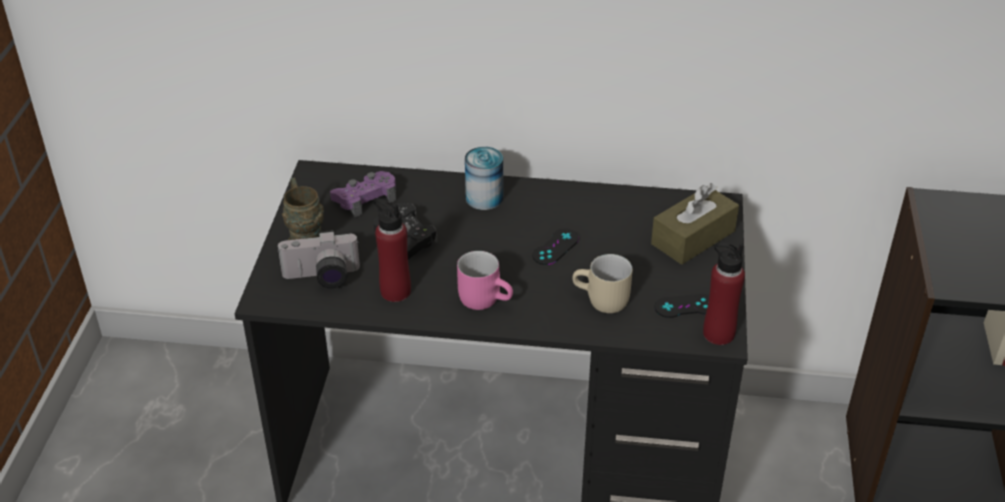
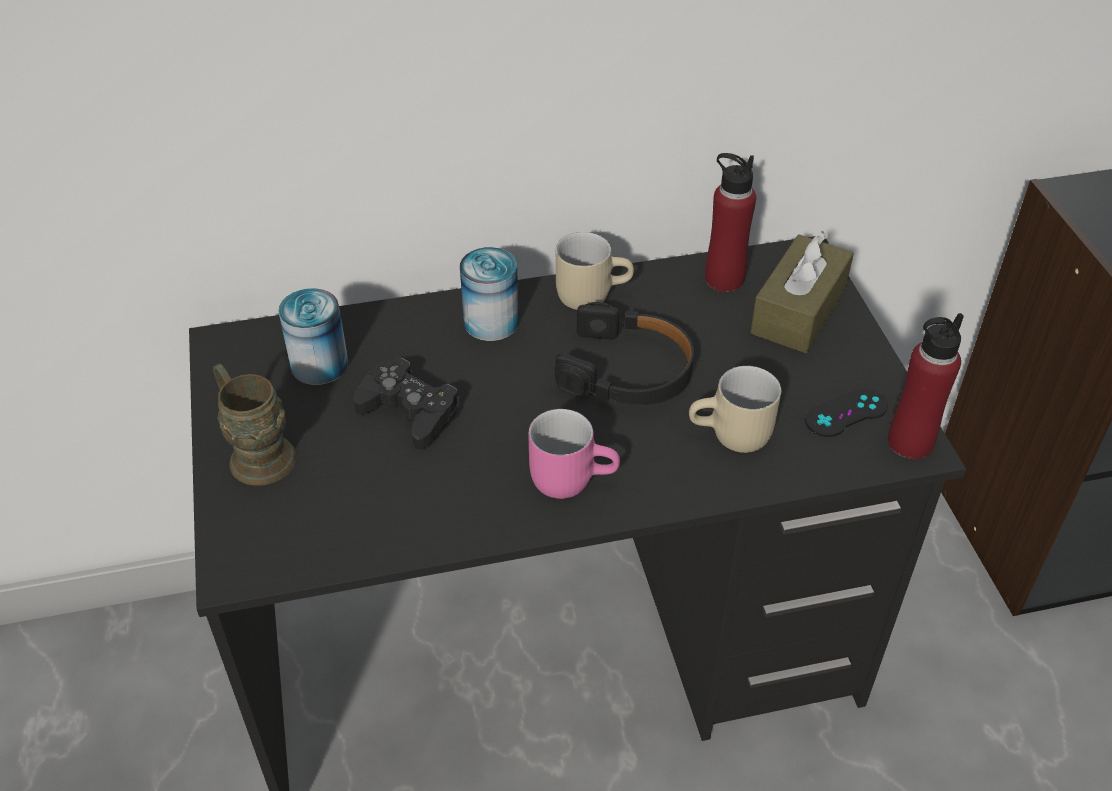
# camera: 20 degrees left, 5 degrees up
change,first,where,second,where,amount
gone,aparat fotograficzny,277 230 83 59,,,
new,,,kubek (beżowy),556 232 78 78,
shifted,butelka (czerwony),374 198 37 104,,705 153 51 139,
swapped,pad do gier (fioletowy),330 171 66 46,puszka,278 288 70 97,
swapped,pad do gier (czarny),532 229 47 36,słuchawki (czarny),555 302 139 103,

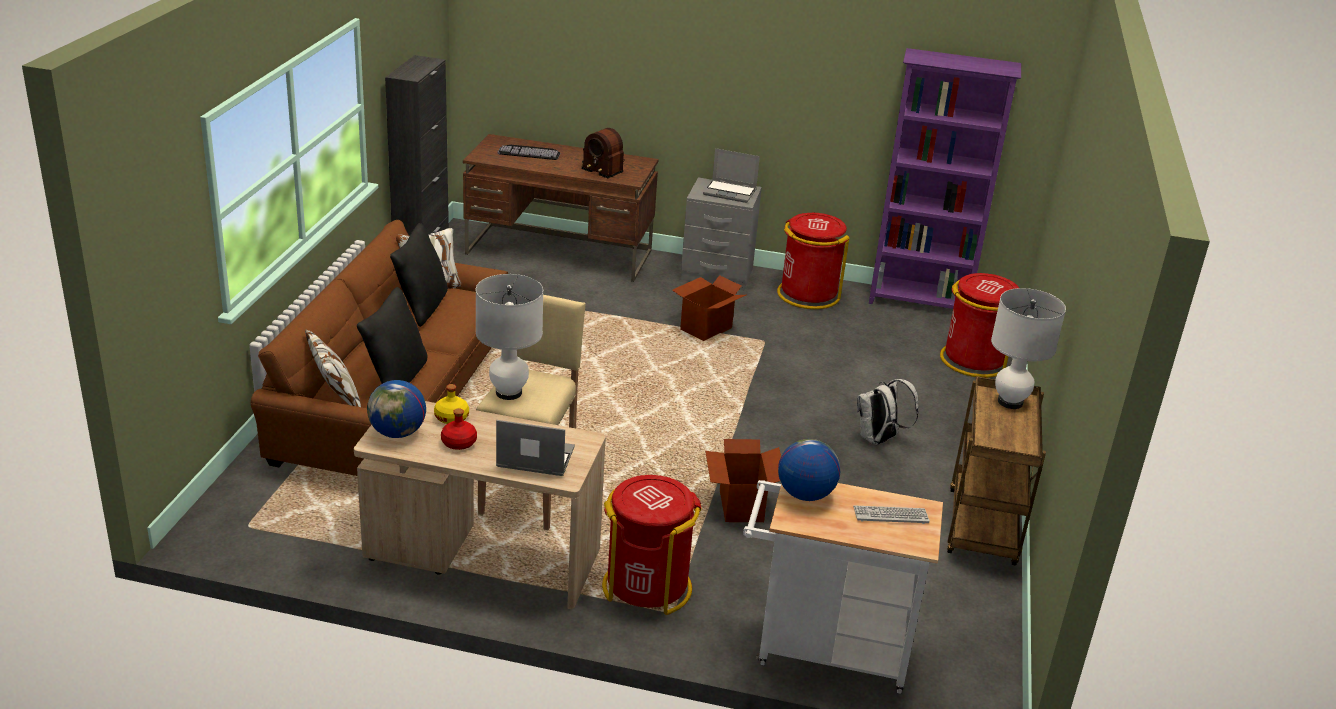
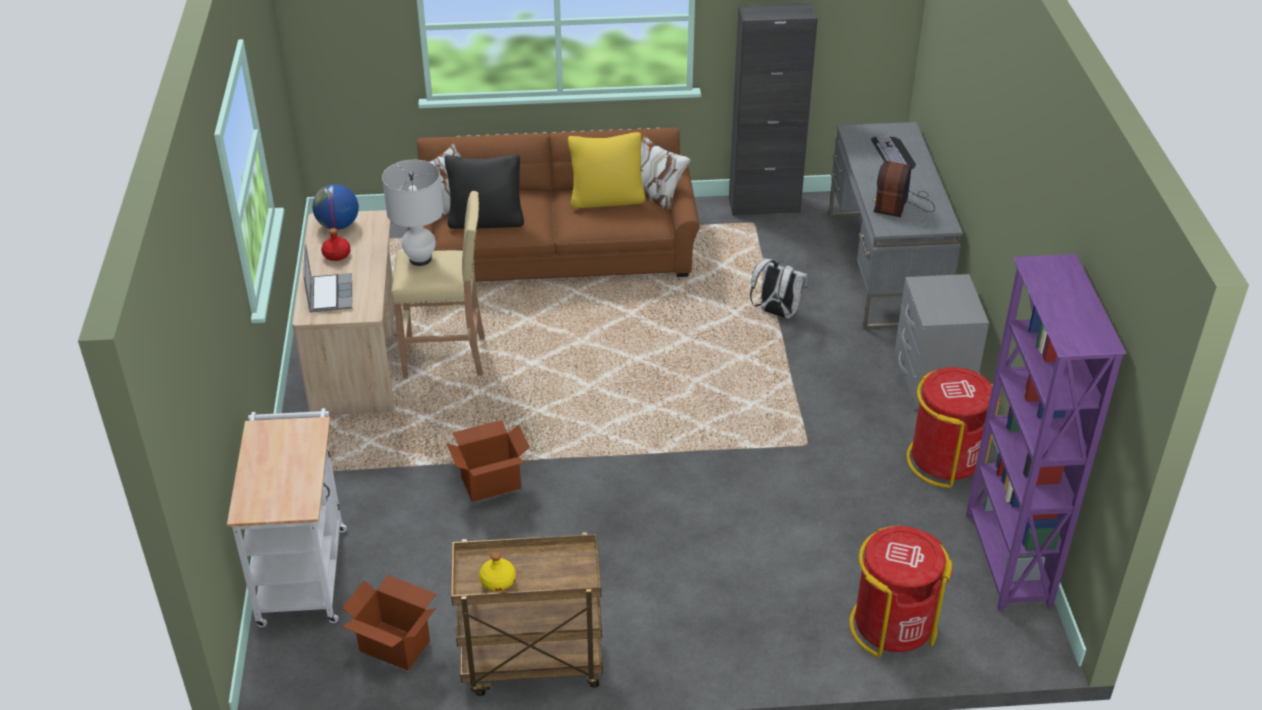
# camera: 75 degrees right, 10 degrees up
change,first,where,second,where,amount
gone,kosz na śmieci (czerwony),602 475 100 140,,,
gone,laptop,703 148 57 55,,,
gone,globus,778 439 62 62,,,
gone,klawiatura,853 506 77 18,,,
gone,lampa stołowa (biały),991 288 75 121,,,
shifted,butelka (żółty),434 384 35 40,,479 551 37 40,
shifted,karton,672 275 74 66,,342 575 94 96,
shifted,plecak (biały),857 379 62 66,,750 258 58 61,
repainted,poduszka (czarny),390 223 58 104,poduszka (żółty),568 132 77 77,
repainted,biurko (brązowy),463 134 196 148,biurko (szary),828 122 135 207,

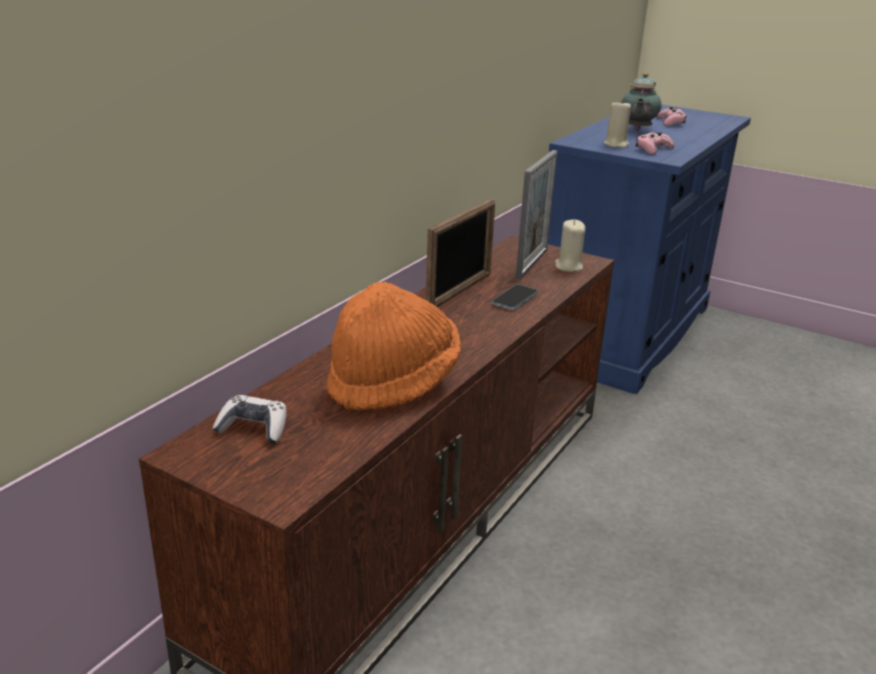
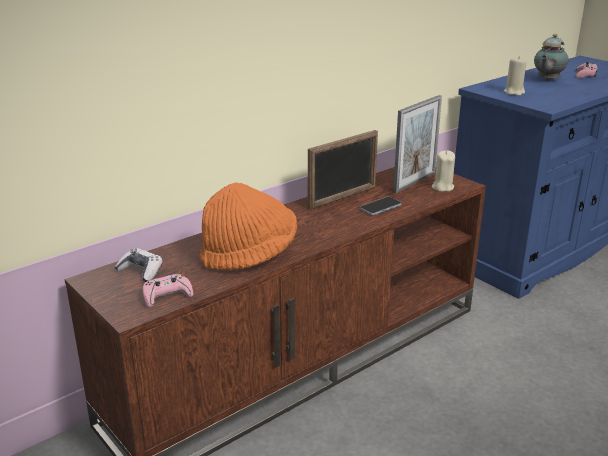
# camera: 20 degrees right, 0 degrees up
change,first,where,second,where,amount
shifted,pad do gier (różowy),635 132 39 22,,143 274 50 34,

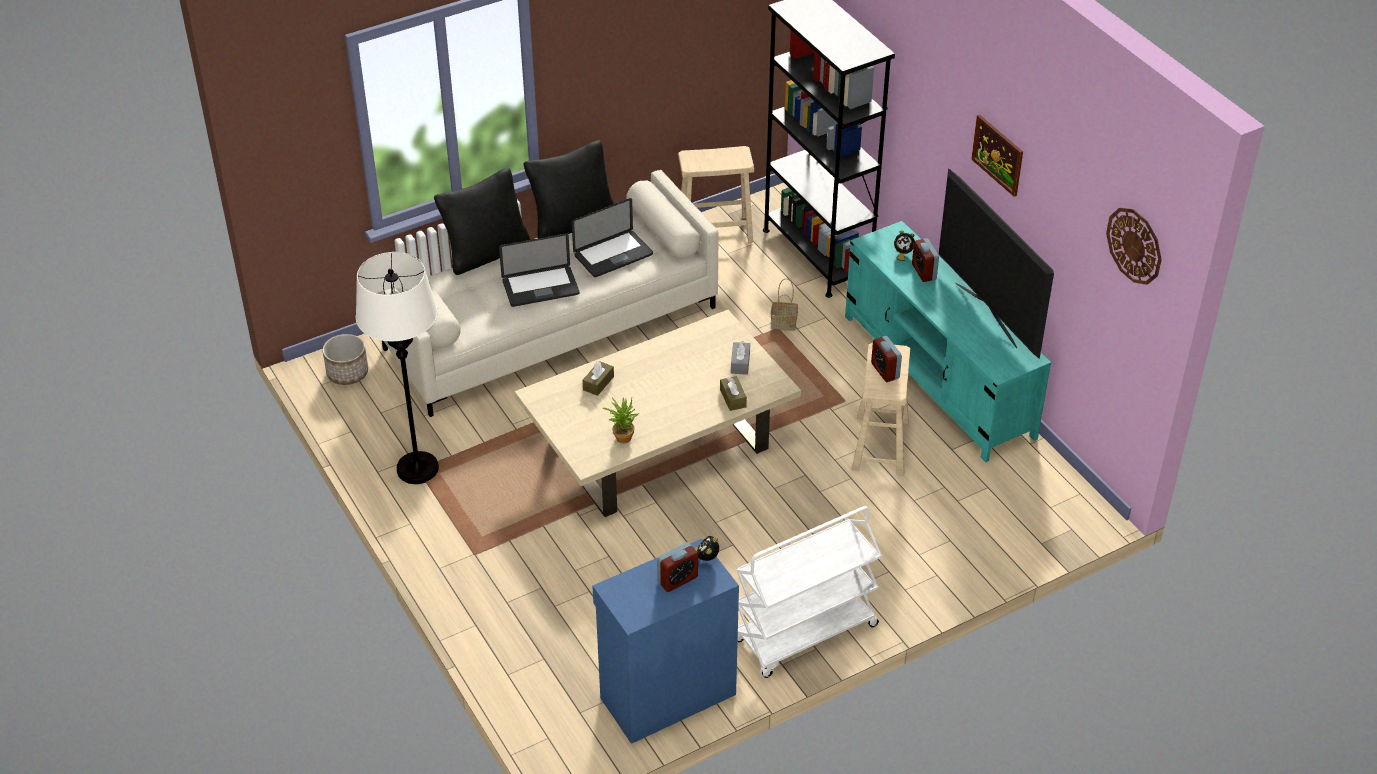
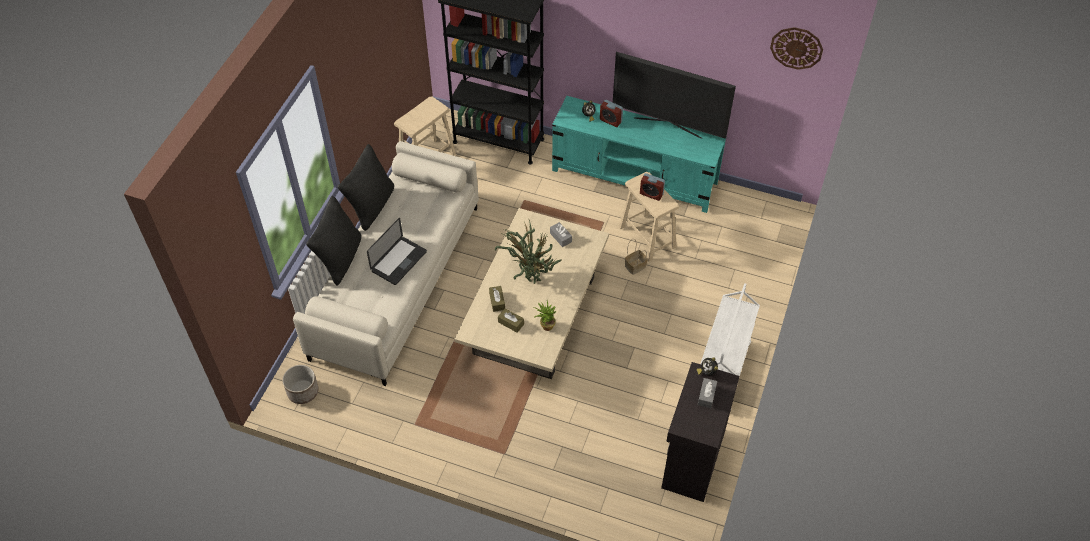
# camera: 40 degrees left, 10 degrees up
change,first,where,second,where,amount
gone,lampa stojąca (biały),356 252 83 232,,,
gone,laptop,572 198 81 79,,,
gone,obraz,971 114 52 83,,,
new,,,roślina doniczkowa,495 218 66 66,
shifted,pudełko chusteczek (brązowy),720 376 27 35,,498 308 26 25,
shifted,koszyk,771 278 27 53,,625 239 23 36,
swapped,budzik,657 542 41 50,pudełko chusteczek (szary),698 378 19 30,
repainted,szafka (niebieski),592 539 147 205,szafka (czarny),661 362 78 140,

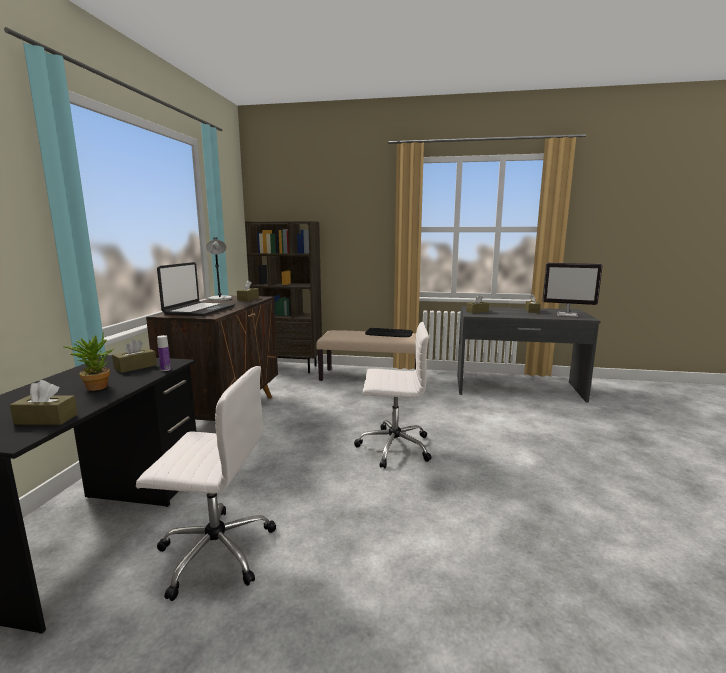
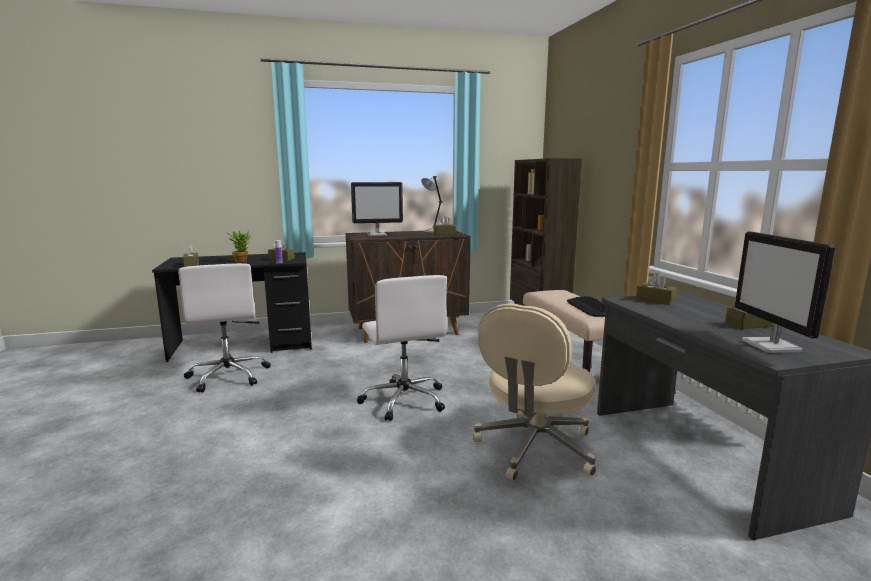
# camera: 65 degrees right, 0 degrees up
change,first,where,second,where,amount
new,,,krzesło biurowe (beżowy),473 303 123 178,
swapped,laptop,157 262 78 54,monitor,351 182 52 54,

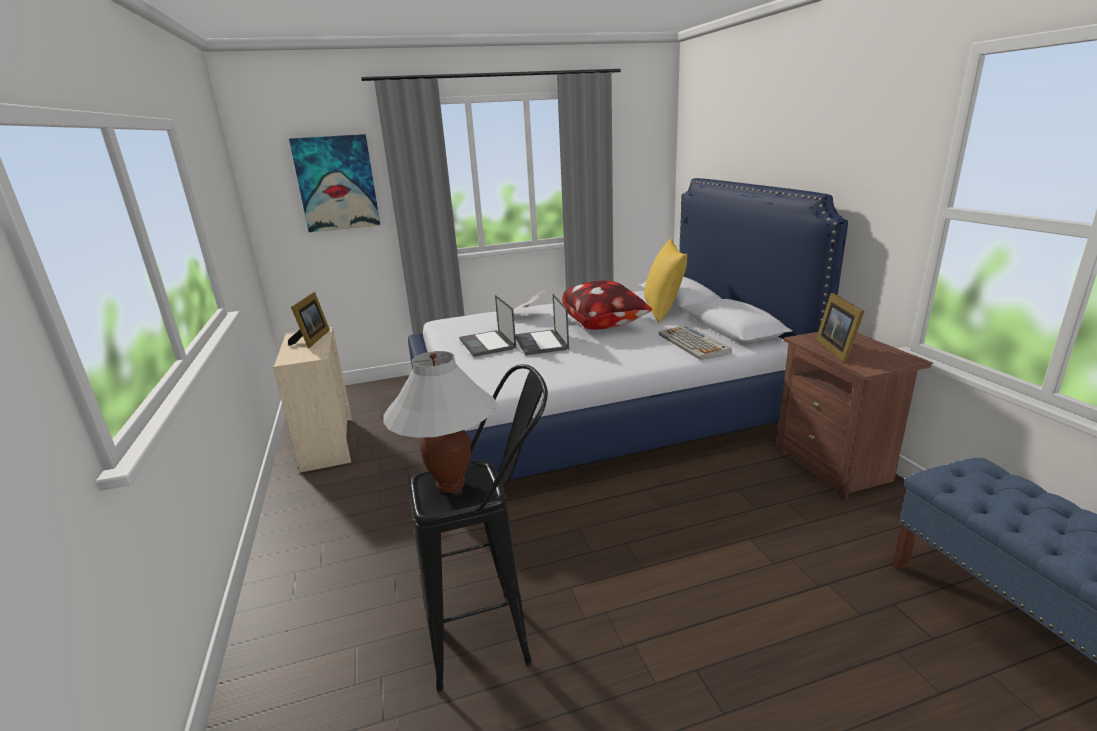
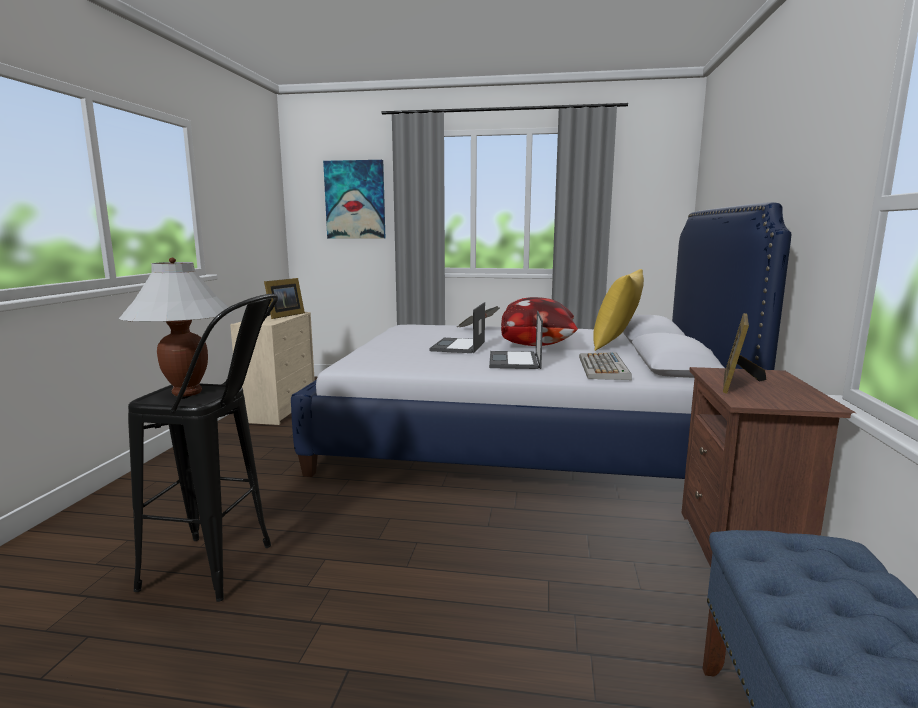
# camera: 25 degrees right, 10 degrees down
change,first,where,second,where,amount
shifted,laptop,459 295 57 62,,489 311 54 58,

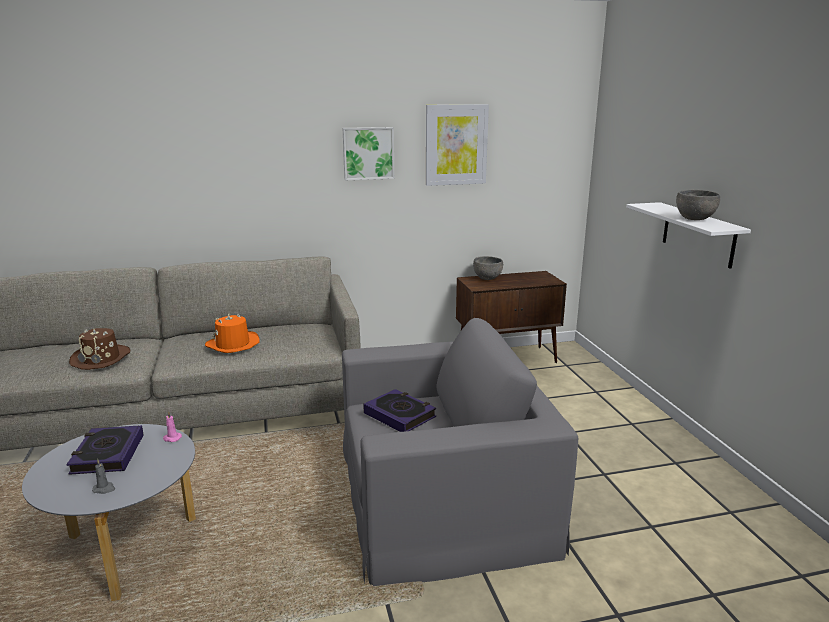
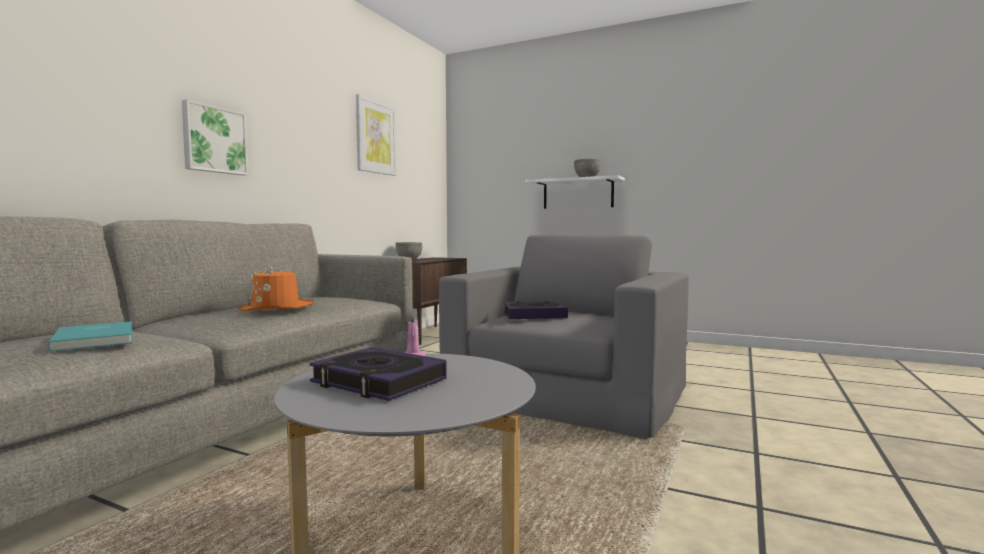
# camera: 50 degrees left, 15 degrees down
change,first,where,second,where,amount
gone,świeca (szary),92 459 23 35,,,
shifted,obraz,343 127 51 53,,182 99 67 77,
swapped,kapelusz (brązowy),69 328 62 42,książka (turkusowy),47 321 85 30,

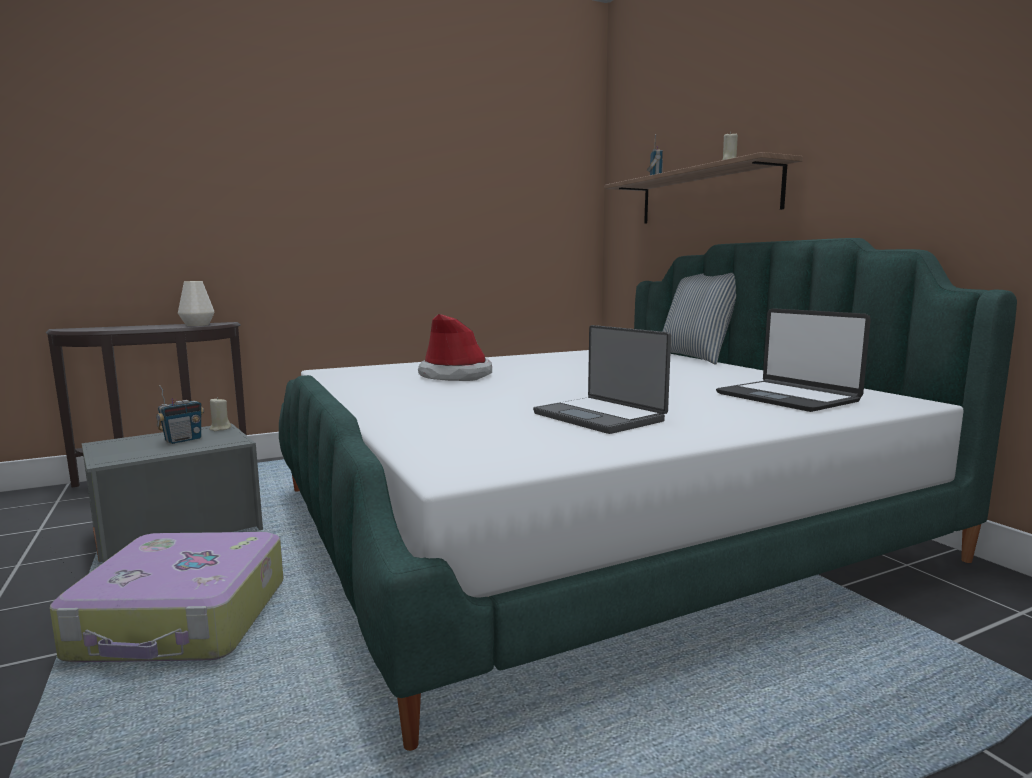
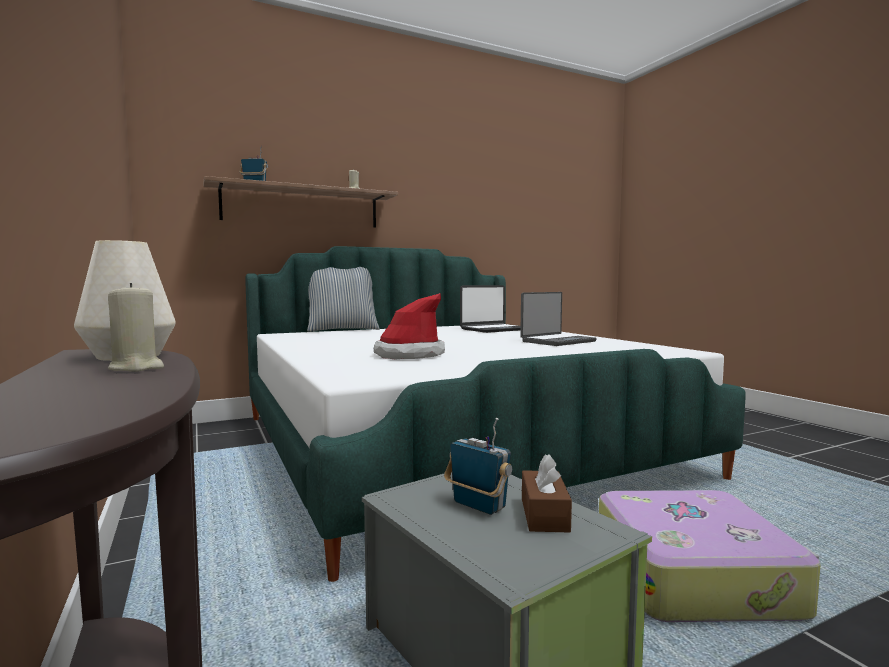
# camera: 90 degrees left, 5 degrees down
change,first,where,second,where,amount
new,,,pudełko chusteczek (brązowy),522 454 50 79,
shifted,świeca (beżowy),209 397 22 34,,108 283 56 89,

